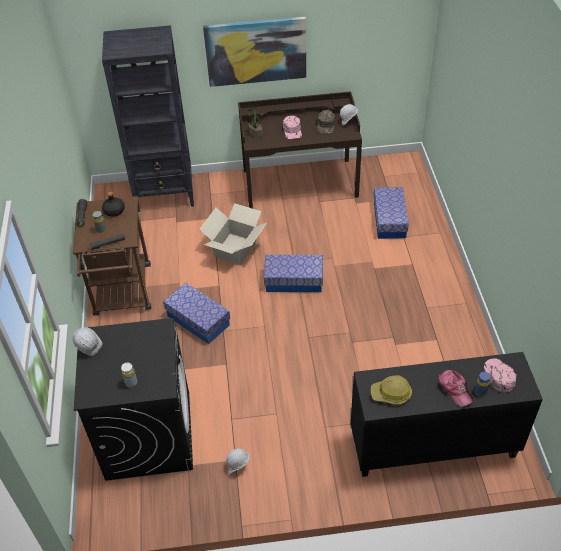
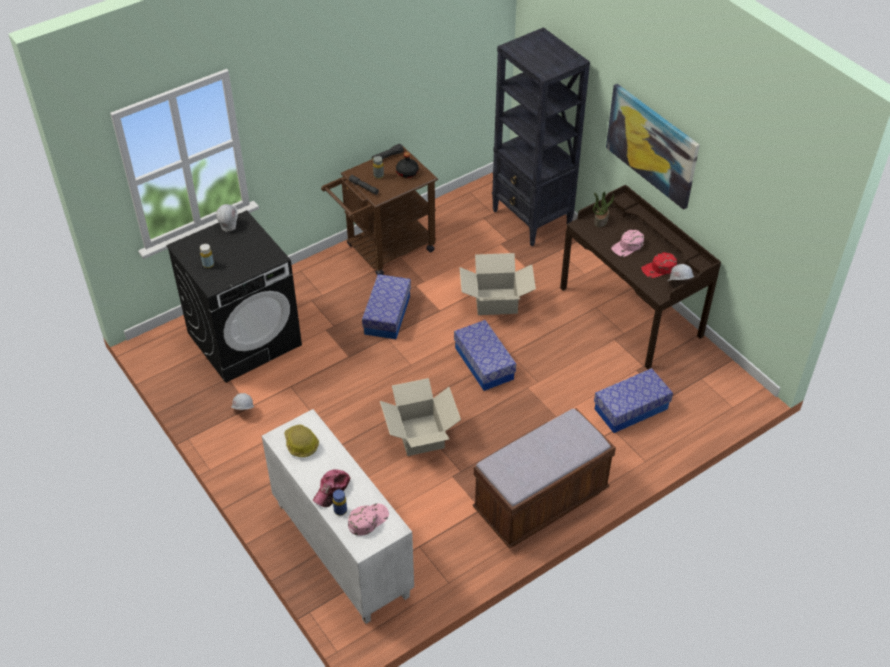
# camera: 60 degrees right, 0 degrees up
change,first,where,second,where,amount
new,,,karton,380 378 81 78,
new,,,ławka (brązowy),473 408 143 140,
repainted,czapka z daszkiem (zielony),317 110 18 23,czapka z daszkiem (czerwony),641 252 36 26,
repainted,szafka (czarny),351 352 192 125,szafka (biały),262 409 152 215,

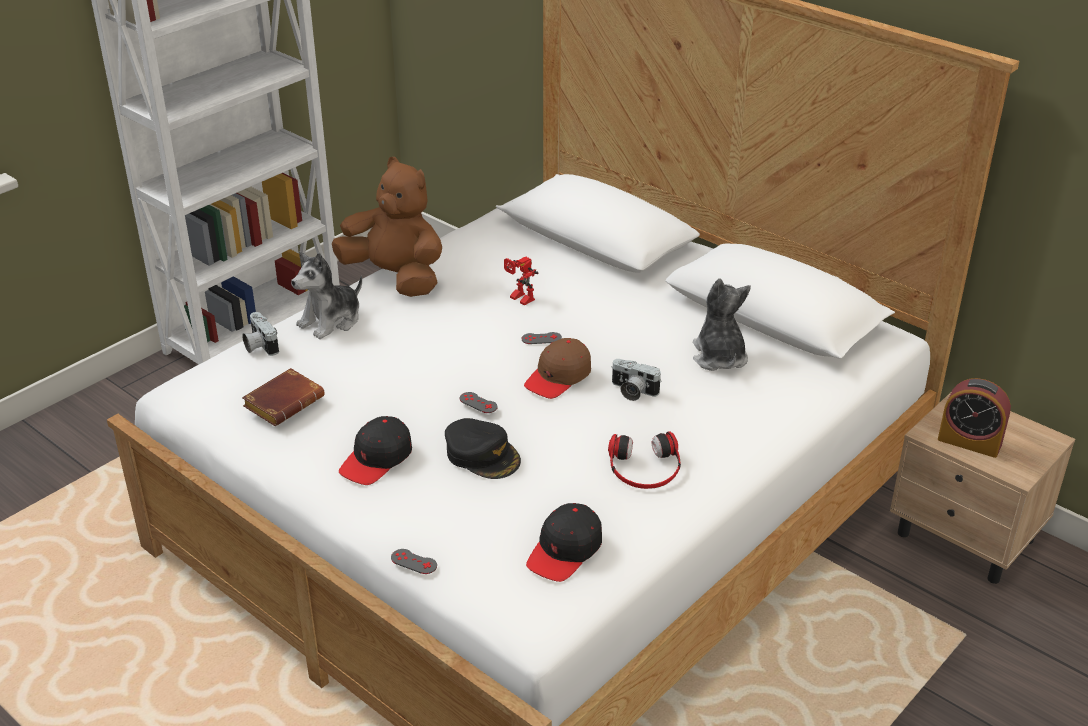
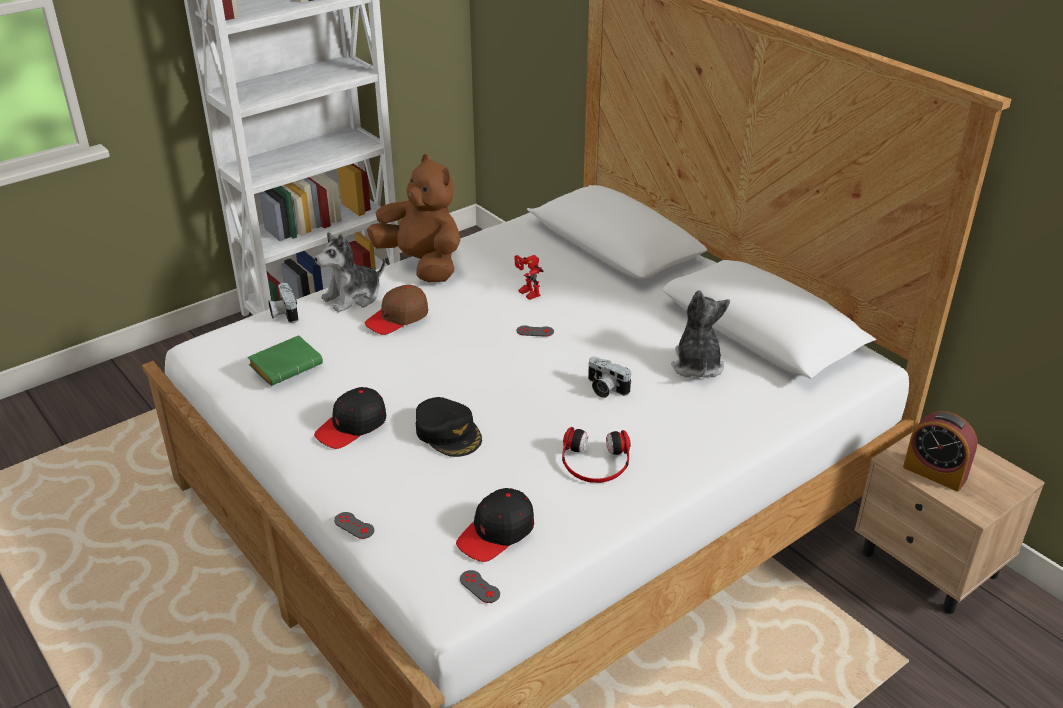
# camera: 10 degrees right, 0 degrees up
change,first,where,second,where,amount
shifted,pad do gier (szary),460 392 38 21,,460 570 40 33,
shifted,czapka z daszkiem (brązowy),524 338 67 61,,365 285 63 50,
repainted,książka (brązowy),242 368 83 58,książka (zielony),248 335 75 51,

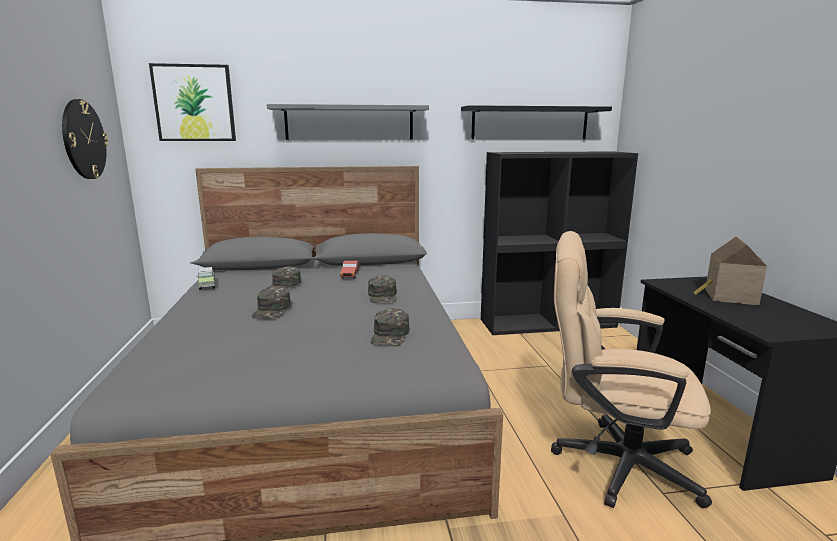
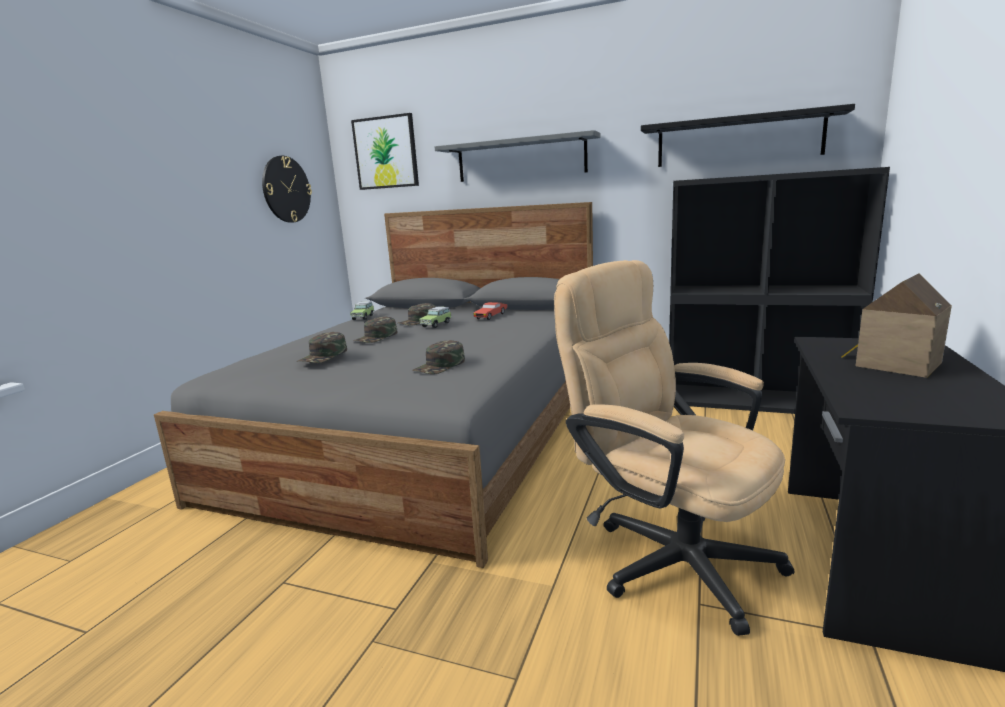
# camera: 30 degrees right, 0 degrees up
change,first,where,second,where,amount
new,,,samochodzik,419 306 33 22,
shifted,czapka z daszkiem (zielony),368 275 29 28,,297 332 50 31,

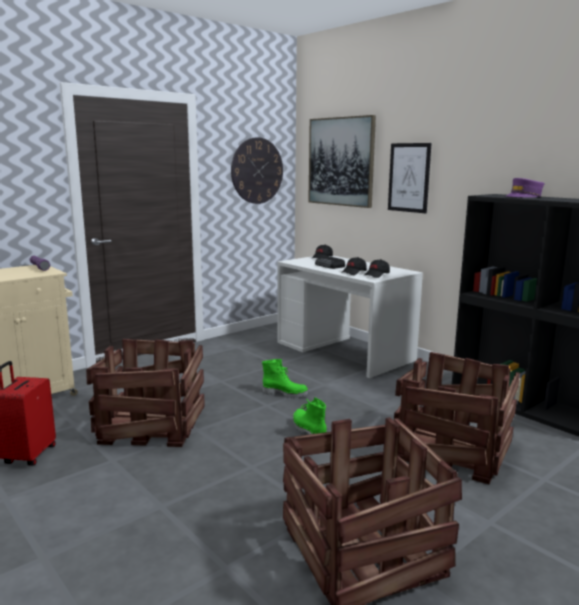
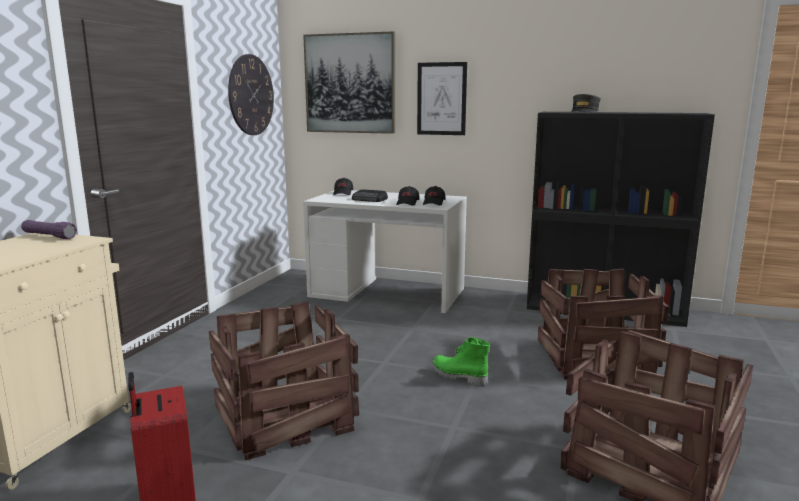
# camera: 30 degrees left, 0 degrees up
change,first,where,second,where,amount
gone,but z cholewką (zielony),262 359 47 39,,,
repainted,czapka z daszkiem (fioletowy),506 178 39 20,czapka z daszkiem (szary),571 94 30 18,

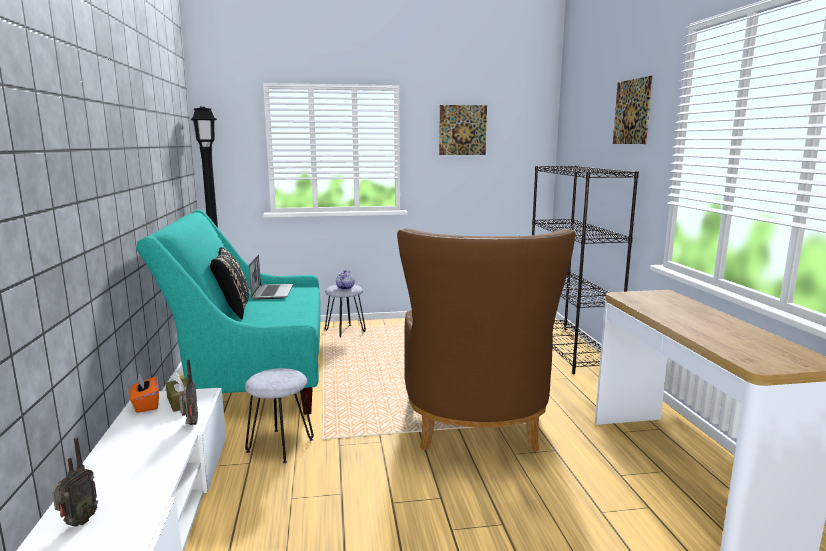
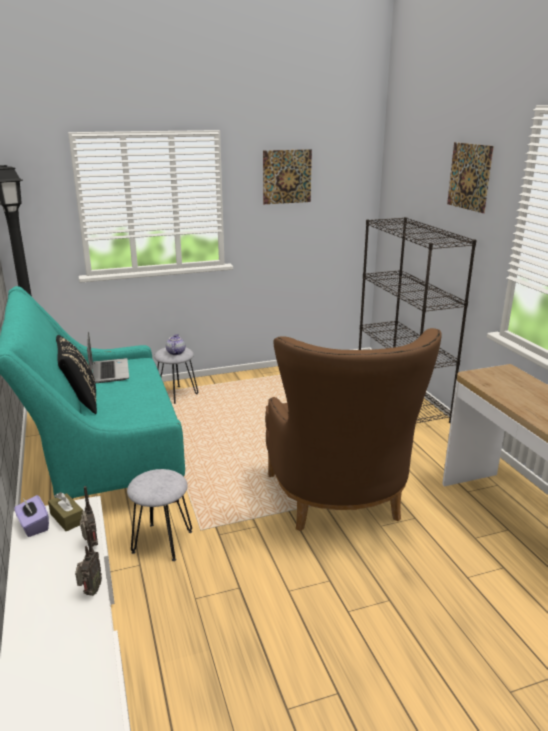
# camera: 10 degrees left, 10 degrees up
change,first,where,second,where,amount
shifted,radio,52 437 46 90,,75 529 27 67,
repainted,pudełko chusteczek (pomarańczowy),130 373 29 40,pudełko chusteczek (fioletowy),14 495 35 42,

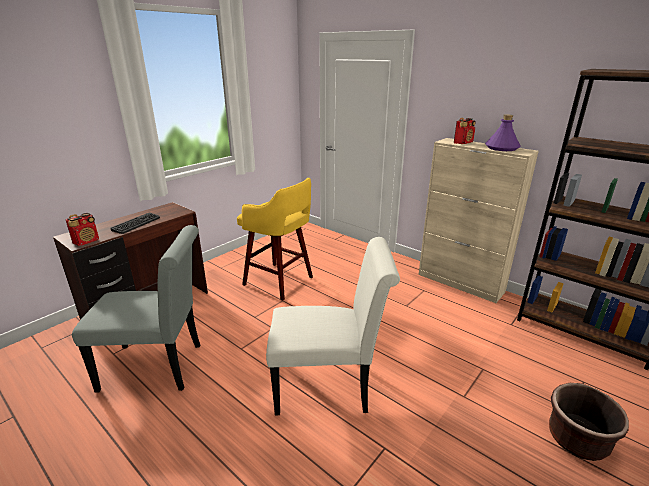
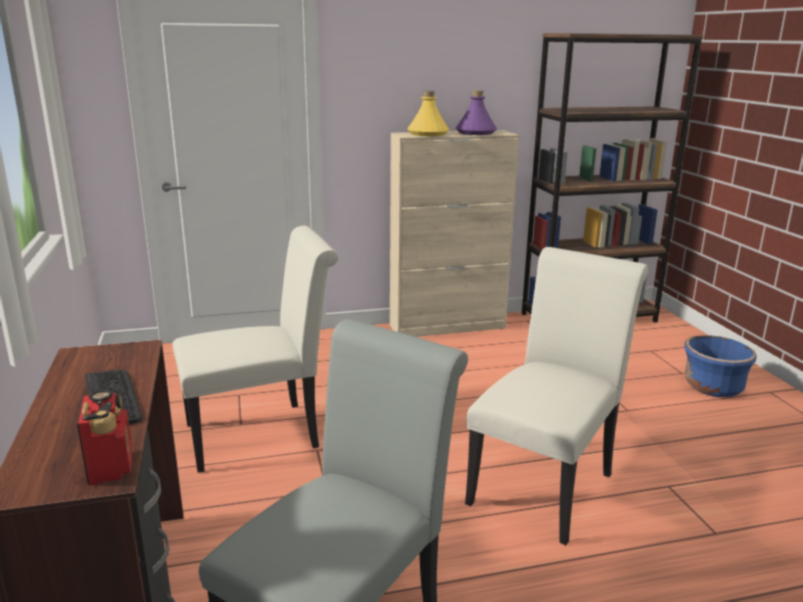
# camera: 55 degrees left, 5 degrees down
change,first,where,second,where,amount
swapped,stołek (żółty),237 178 76 123,krzesło (biały),172 226 166 247,
swapped,radio,454 118 22 26,butelka (żółty),407 91 42 45,
repainted,donica (brązowy),549 383 80 78,donica (niebieski),684 336 73 61,

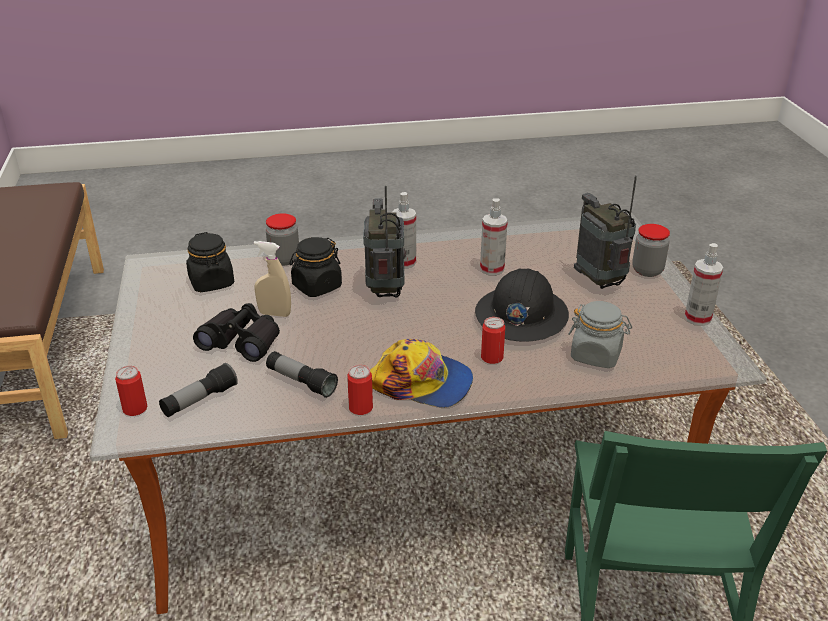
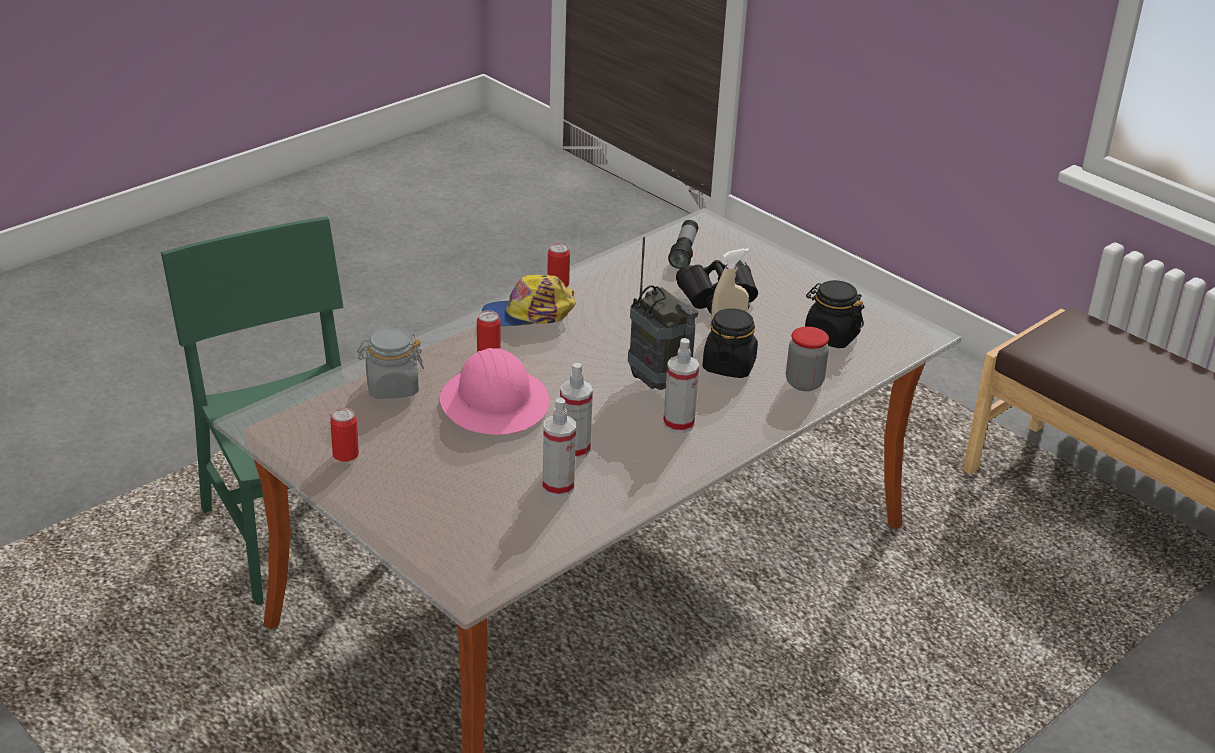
# camera: 145 degrees right, 0 degrees up
change,first,where,second,where,amount
gone,latarka,266 351 72 47,,,
gone,radio,574 176 63 113,,,
gone,słoik,632 224 38 53,,,
shifted,puszka,115 366 32 50,,330 408 29 54,
shifted,spryskiwacz,684 243 39 83,,543 397 33 100,
repainted,kask (czarny),475 268 94 74,kask (różowy),440 348 109 87,

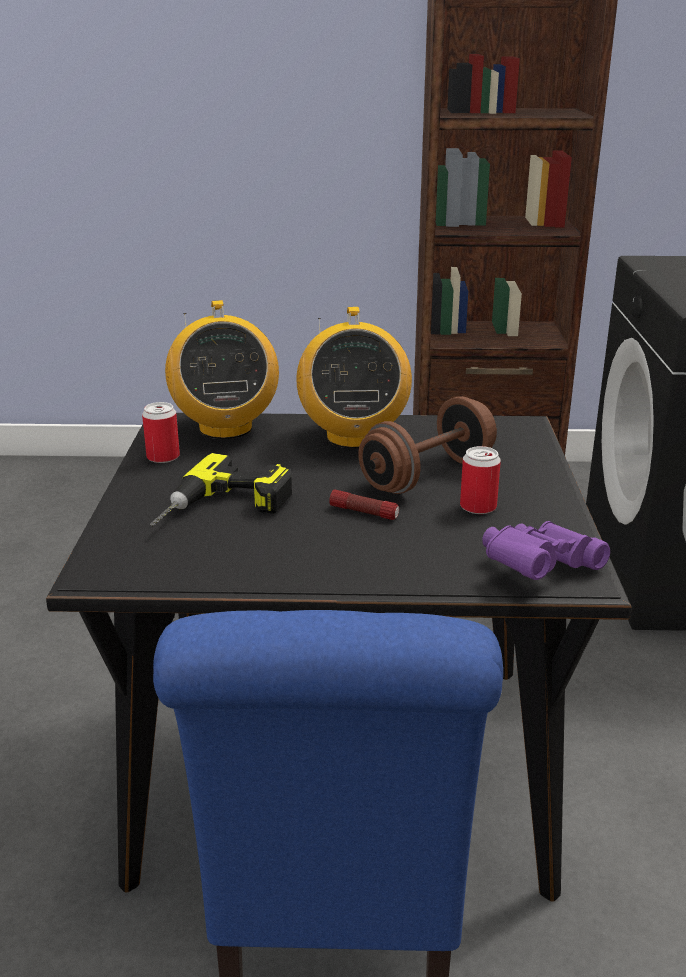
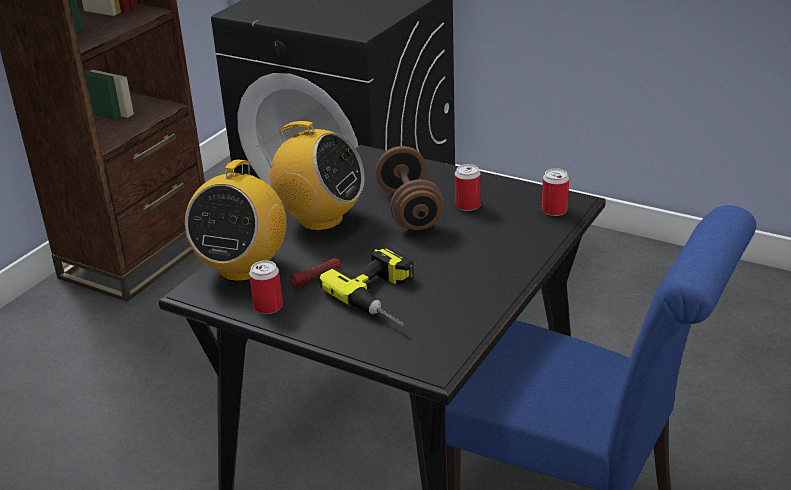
# camera: 60 degrees left, 5 degrees up
change,first,where,second,where,amount
shifted,latarka,329 489 70 31,,291 258 50 29,
swapped,lornetka (fioletowy),482 521 128 59,puszka,542 168 27 48,
rotated,radio,165 300 114 139,,185 160 101 122,90 degrees clockwise

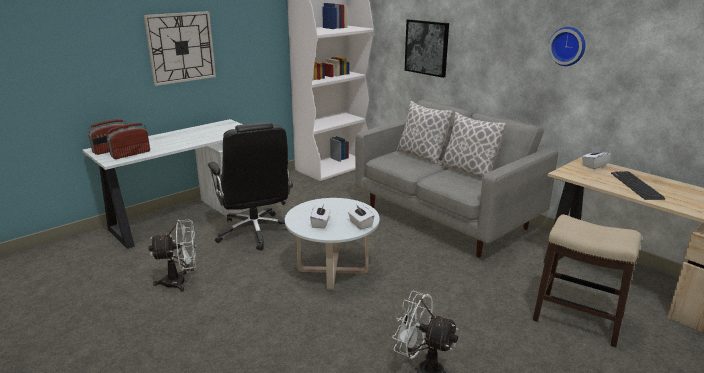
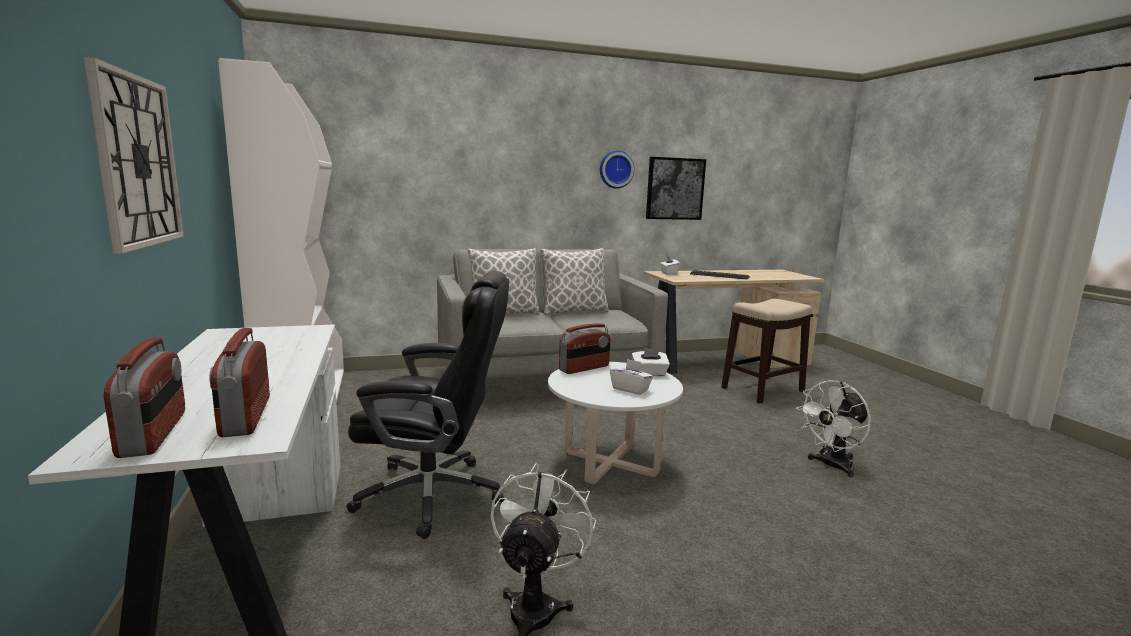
# camera: 65 degrees left, 10 degrees down
change,first,where,second,where,amount
new,,,radio,559 323 52 51,
shifted,obraz,405 19 44 59,,646 157 60 63,

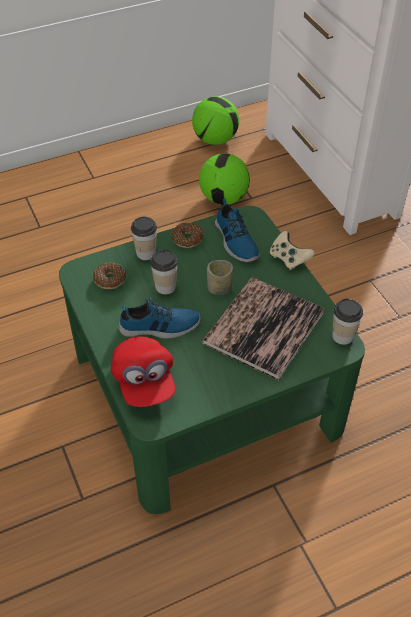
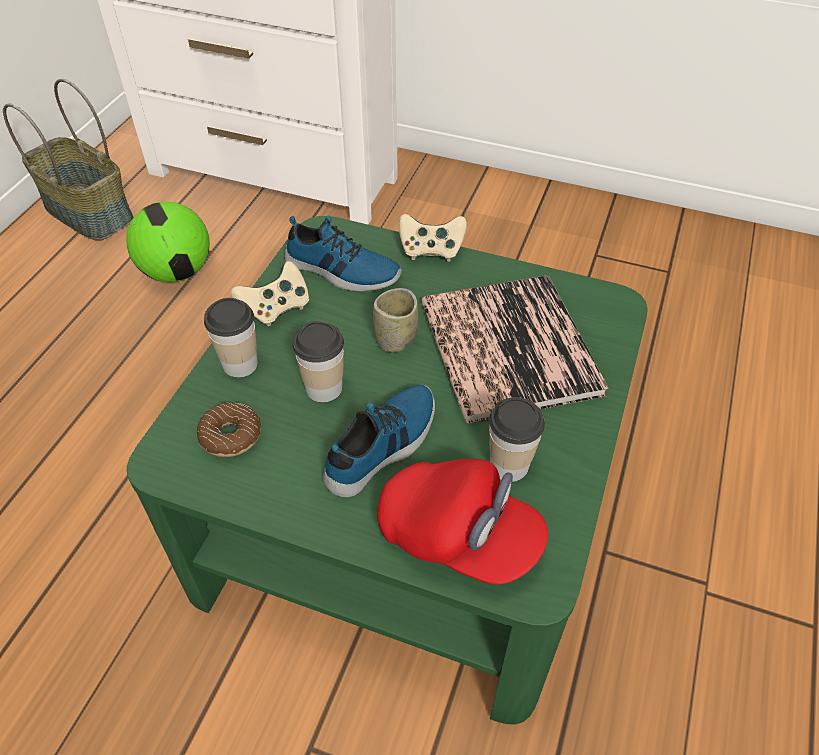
# camera: 45 degrees left, 0 degrees up
change,first,where,second,where,amount
shifted,filiżanka,332 299 31 46,,489 397 56 85,
swapped,donut,172 223 31 25,pad do gier (beżowy),231 261 78 66,
swapped,piłka futbolowa,192 96 47 49,koszyk,3 79 130 162,

